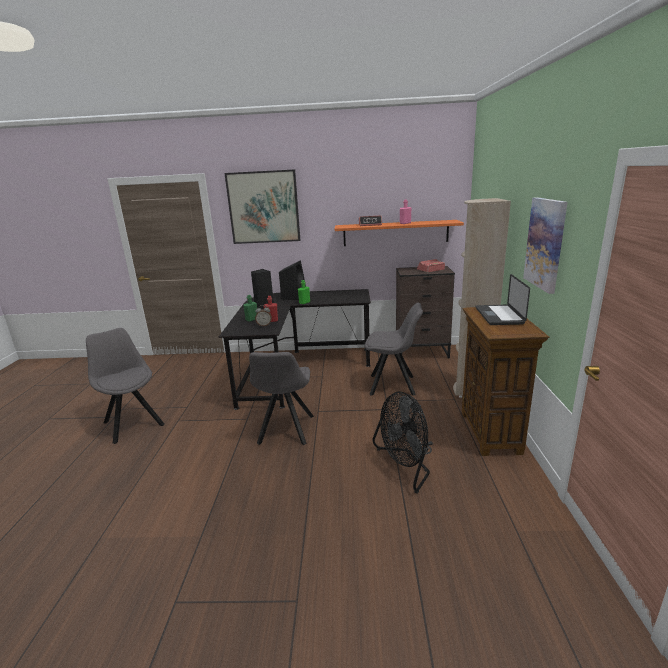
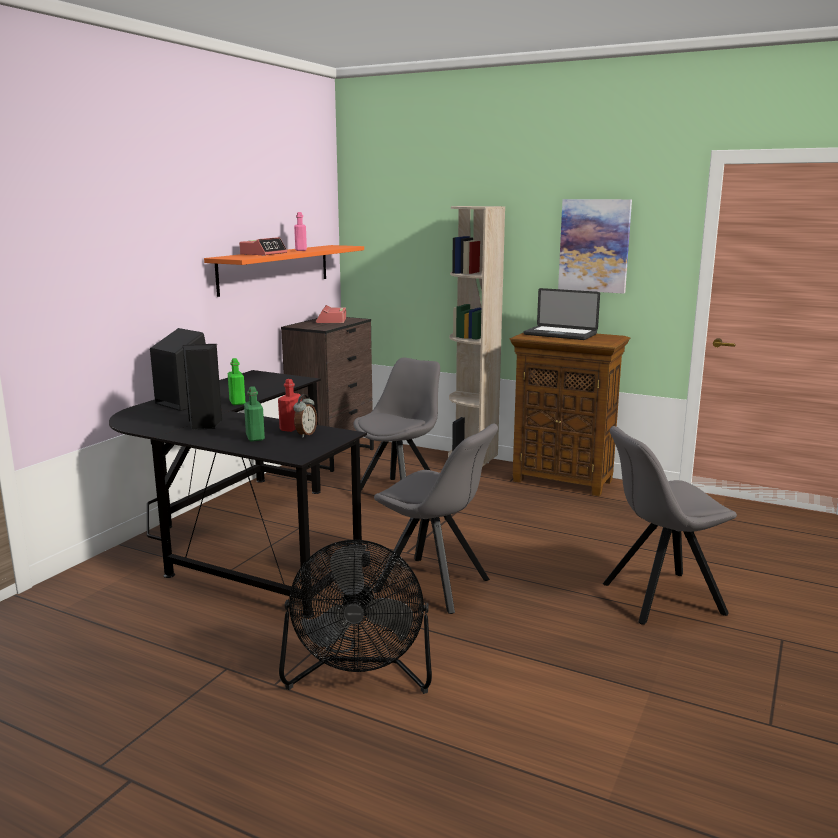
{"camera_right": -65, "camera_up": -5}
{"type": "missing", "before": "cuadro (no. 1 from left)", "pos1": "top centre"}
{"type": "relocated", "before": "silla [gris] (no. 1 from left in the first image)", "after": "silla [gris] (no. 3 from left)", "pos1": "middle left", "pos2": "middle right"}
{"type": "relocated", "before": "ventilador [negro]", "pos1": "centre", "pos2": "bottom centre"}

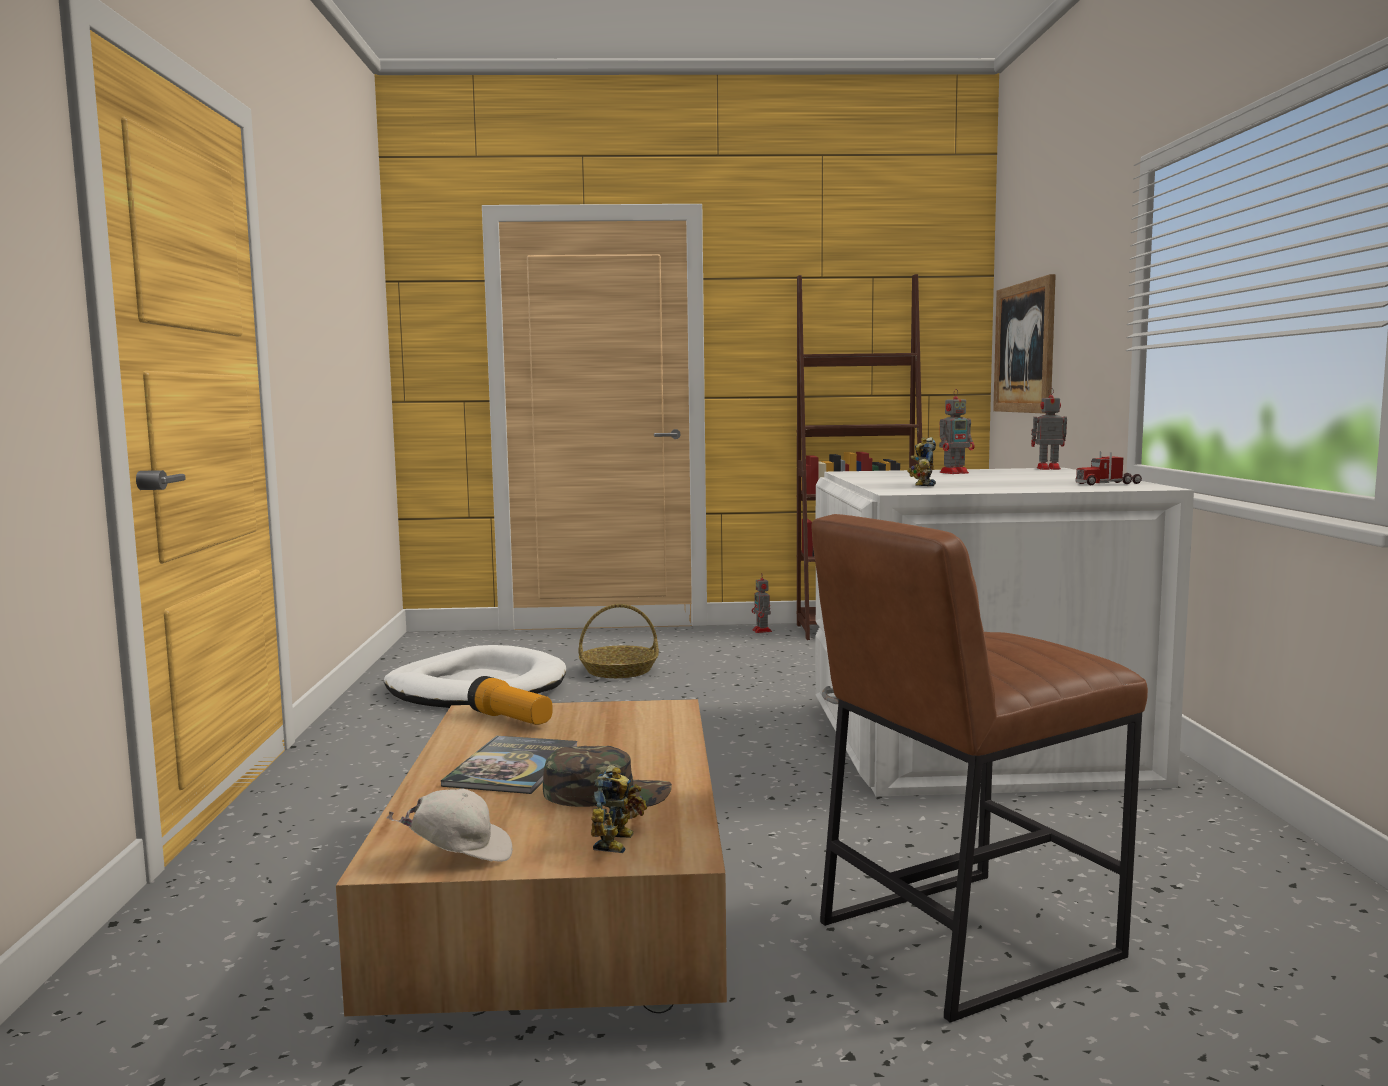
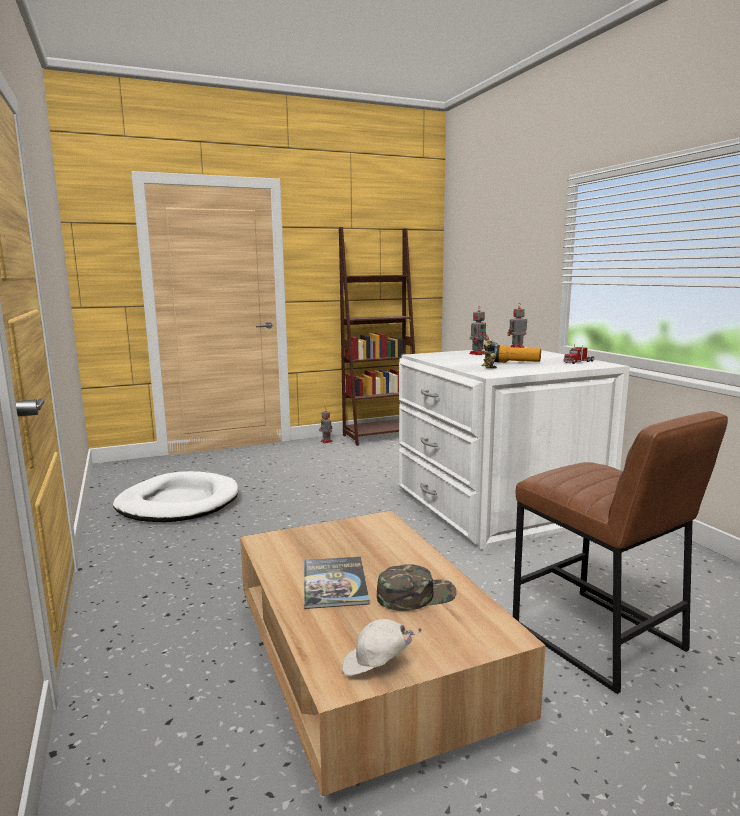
{"camera_right": -20, "camera_up": 5}
{"type": "missing", "before": "cesta", "pos1": "centre"}
{"type": "missing", "before": "robot de juguete (no. 1 from left)", "pos1": "bottom centre"}
{"type": "missing", "before": "cuadro", "pos1": "top right"}
{"type": "relocated", "before": "linterna", "pos1": "centre", "pos2": "middle right"}
{"type": "spun", "before": "gorra [blanco]", "pos1": "bottom left", "pos2": "bottom centre", "turn": -150}
{"type": "spun", "before": "silla [marrón]", "pos1": "bottom right", "pos2": "bottom right", "turn": -75}

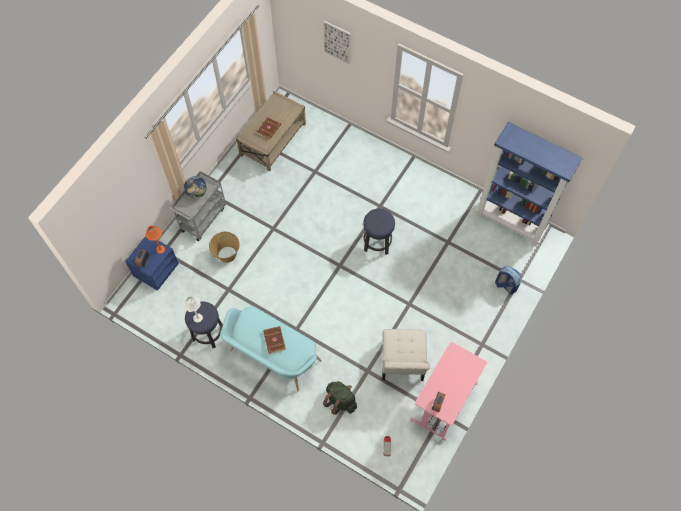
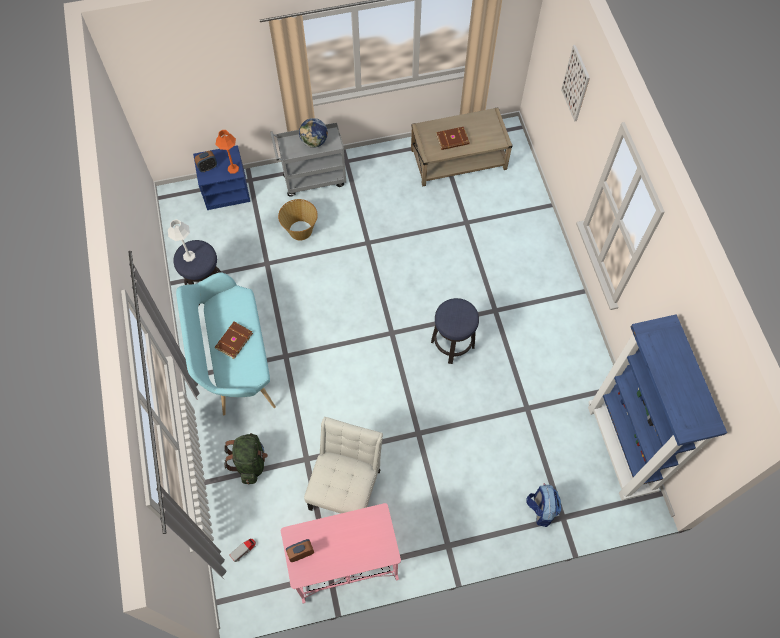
{"camera_right": 45, "camera_up": 0}
{"type": "spun", "before": "silla [blanco]", "pos1": "bottom centre", "pos2": "bottom centre", "turn": 150}

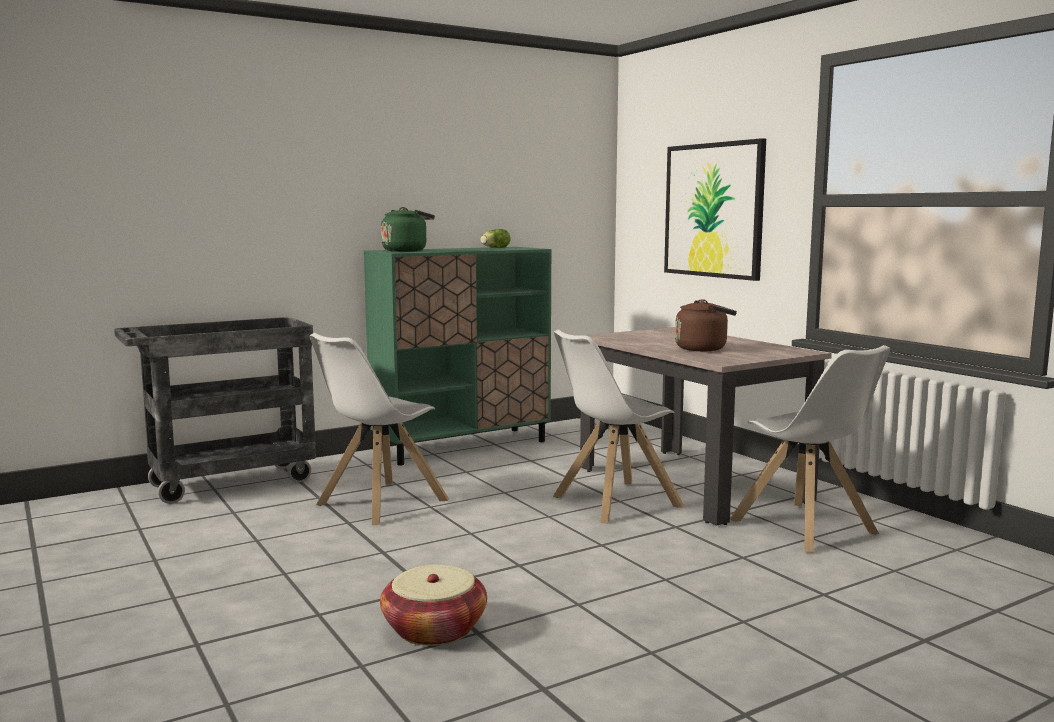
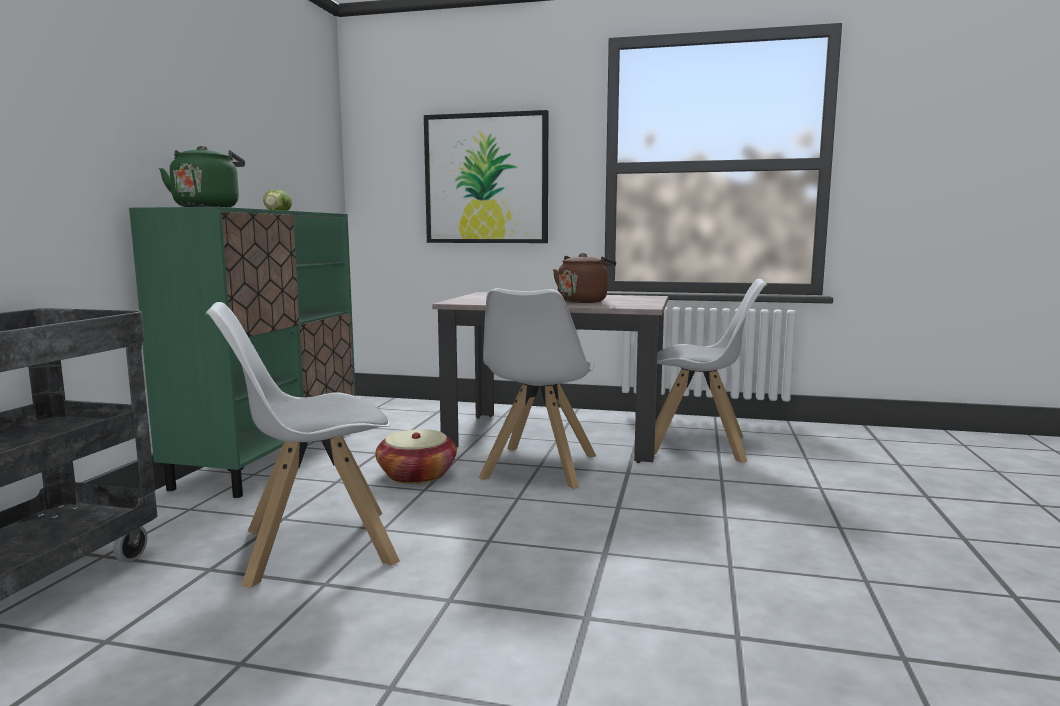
{"camera_right": -45, "camera_up": 0}
{"type": "relocated", "before": "cesta", "pos1": "bottom centre", "pos2": "centre"}
{"type": "spun", "before": "silla (no. 1 from left)", "pos1": "centre", "pos2": "middle left", "turn": 75}

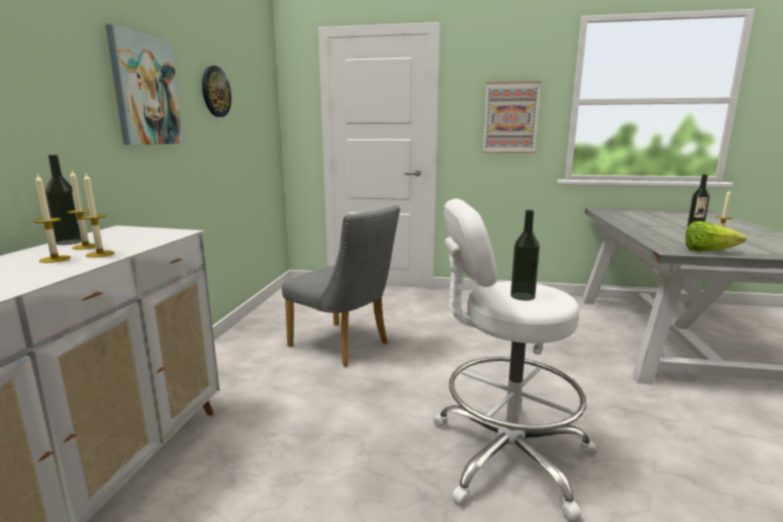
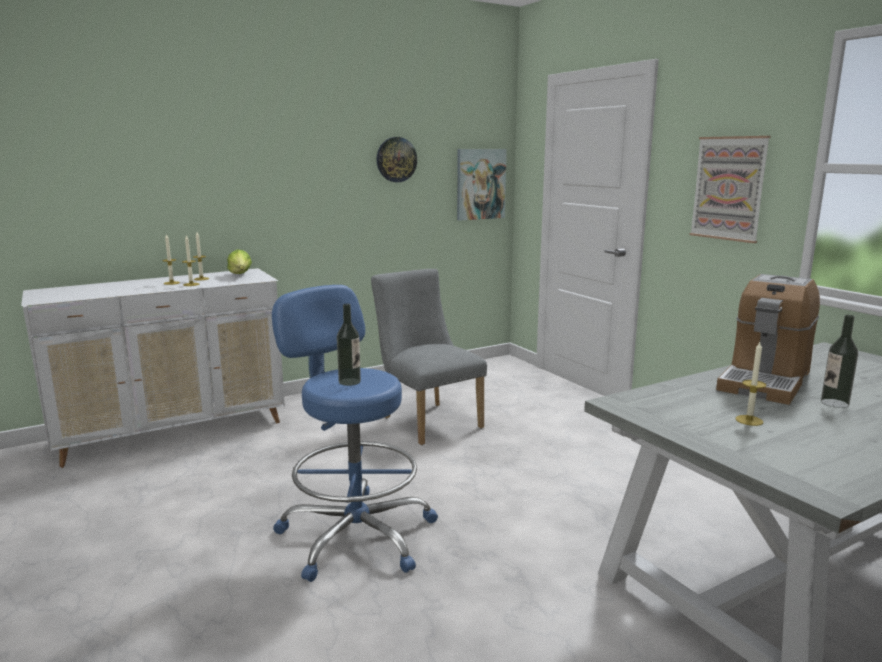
{"camera_right": 50, "camera_up": 0}
{"type": "missing", "before": "botella (no. 1 from left)", "pos1": "middle left"}
{"type": "appeared", "after": "cafetera", "pos2": "middle right"}
{"type": "relocated", "before": "cuadro (no. 1 from left)", "pos1": "top left", "pos2": "top centre"}
{"type": "relocated", "before": "lechuga", "pos1": "middle right", "pos2": "middle left"}
{"type": "colour", "before": "taburete [blanco]", "after": "taburete [azul]", "pos1": "bottom centre", "pos2": "centre"}
{"type": "spun", "before": "silla [gris]", "pos1": "centre", "pos2": "centre", "turn": 150}

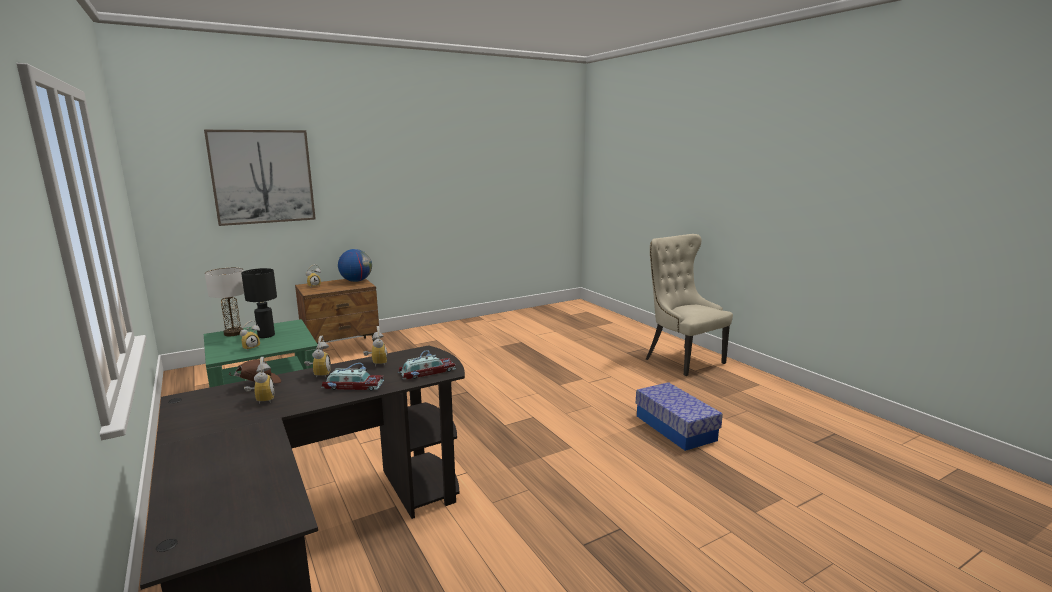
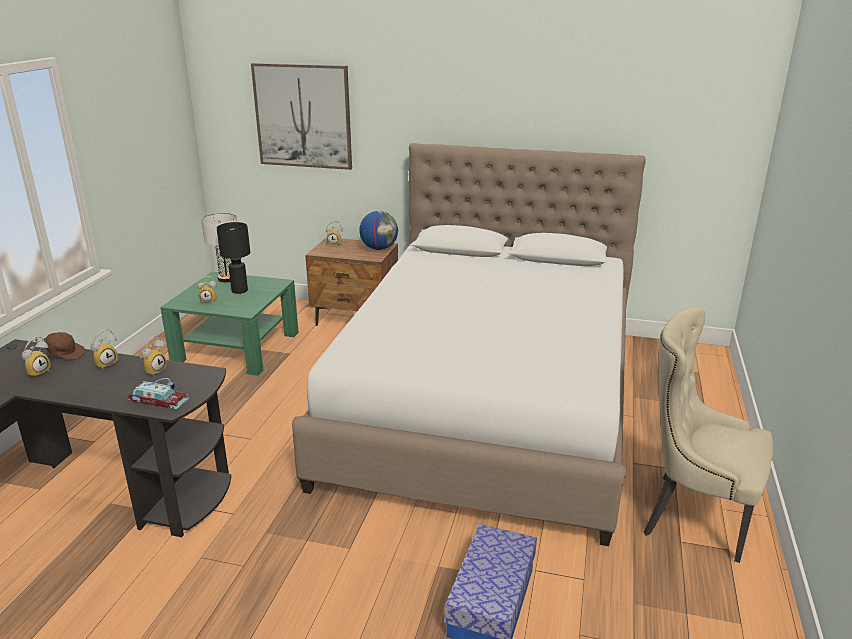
{"camera_right": 45, "camera_up": 10}
{"type": "missing", "before": "coche de juguete (no. 1 from left)", "pos1": "centre"}
{"type": "appeared", "after": "cama [blanco]", "pos2": "centre"}
{"type": "spun", "before": "silla [beis]", "pos1": "centre", "pos2": "bottom right", "turn": -75}

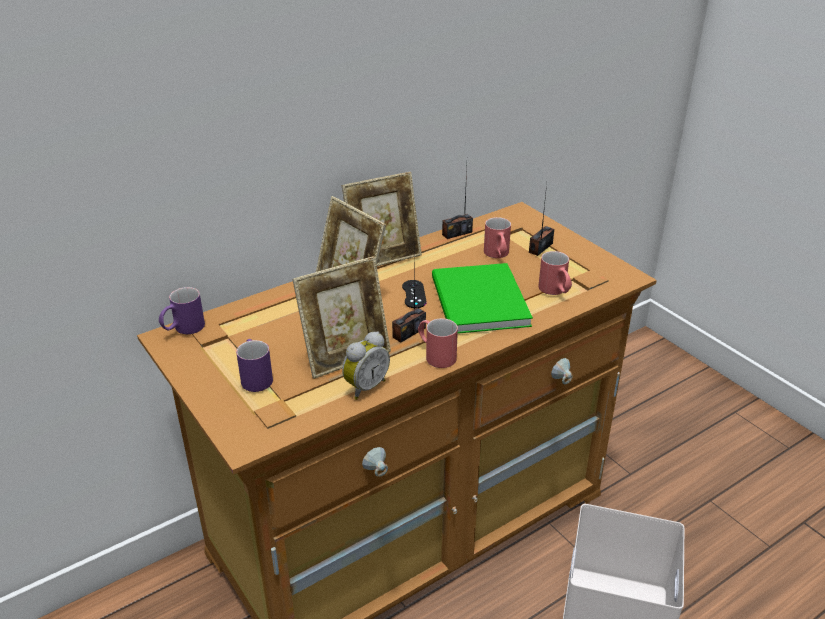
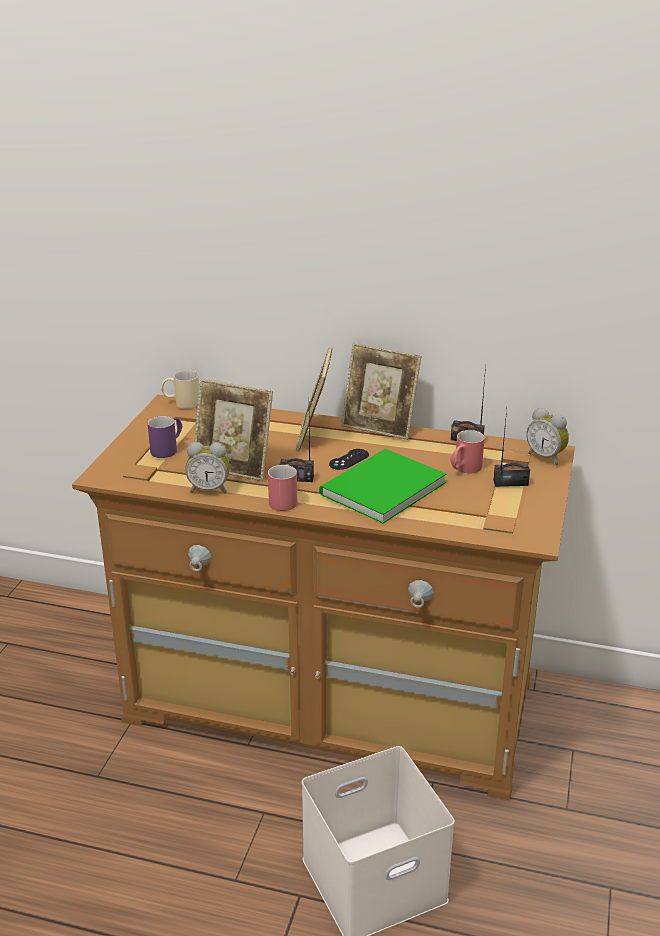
{"camera_right": 50, "camera_up": -5}
{"type": "missing", "before": "taza grande [rojo] (no. 3 from left)", "pos1": "middle right"}
{"type": "appeared", "after": "despertador (no. 2 from left)", "pos2": "middle right"}
{"type": "colour", "before": "taza grande [morado] (no. 1 from left)", "after": "taza grande [beis]", "pos1": "middle left", "pos2": "middle left"}

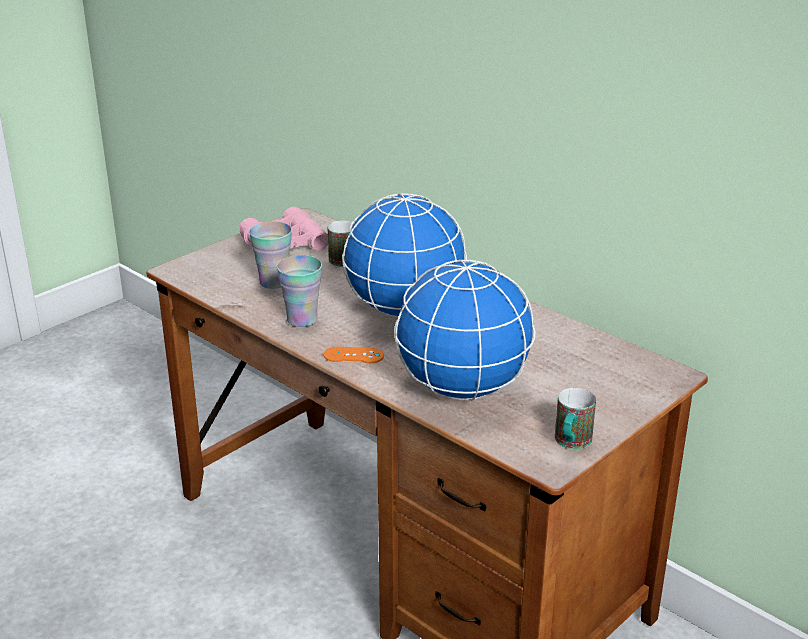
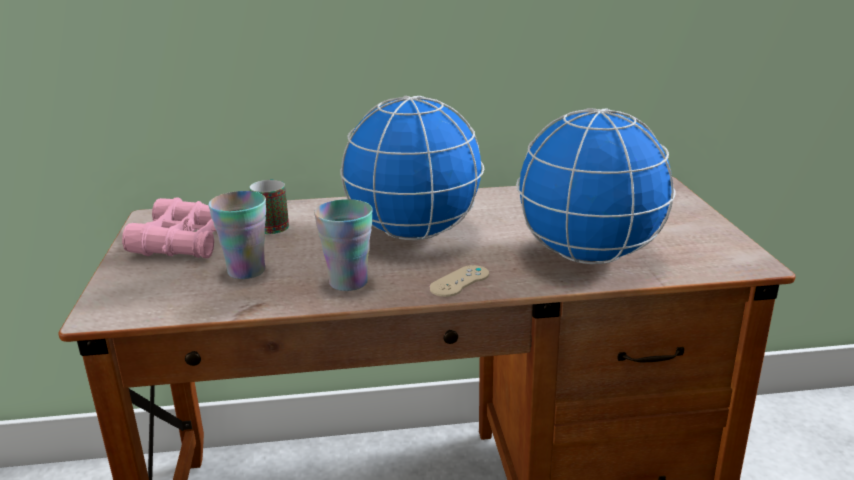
{"camera_right": -50, "camera_up": -5}
{"type": "missing", "before": "taza grande (no. 2 from left)", "pos1": "middle right"}
{"type": "colour", "before": "mando de consola [naranja]", "after": "mando de consola [beis]", "pos1": "centre", "pos2": "centre"}

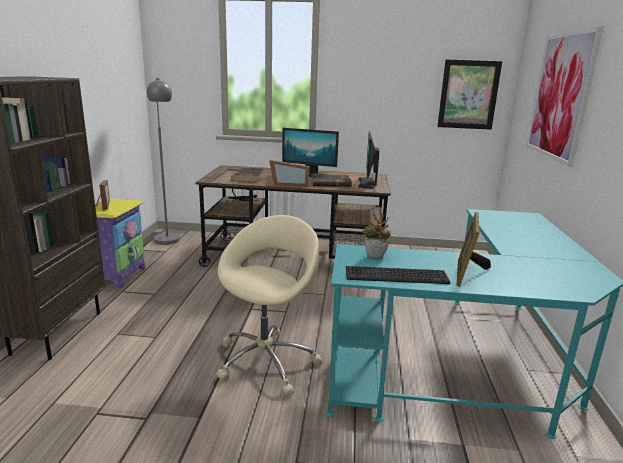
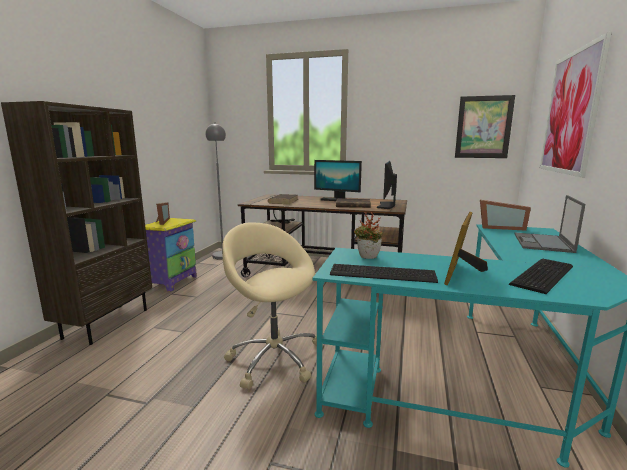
{"camera_right": 10, "camera_up": -5}
{"type": "appeared", "after": "teclado (no. 2 from left)", "pos2": "middle right"}
{"type": "appeared", "after": "portátil", "pos2": "middle right"}
{"type": "relocated", "before": "portarretratos (no. 2 from left in the first image)", "after": "portarretratos (no. 3 from left)", "pos1": "centre", "pos2": "middle right"}
{"type": "spun", "before": "silla de oficina [beis]", "pos1": "centre", "pos2": "centre", "turn": -105}

